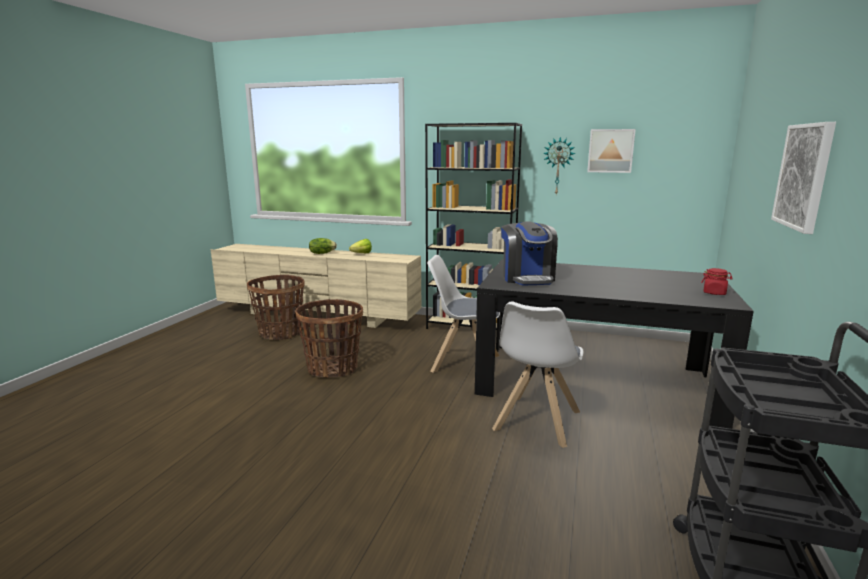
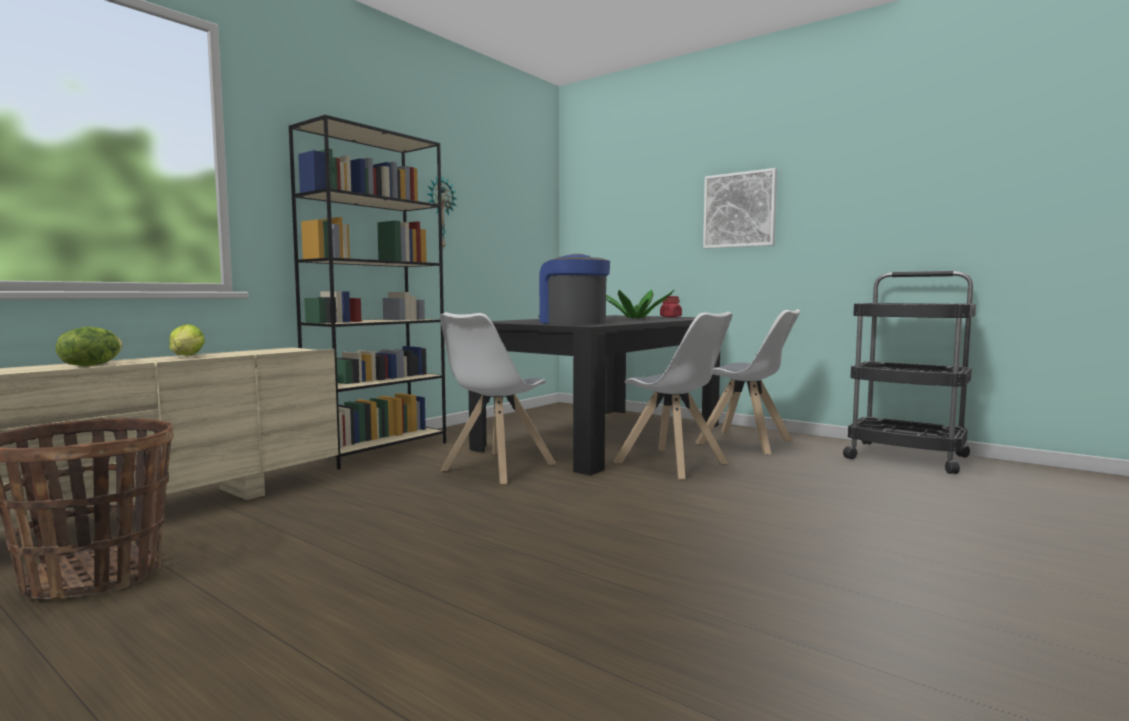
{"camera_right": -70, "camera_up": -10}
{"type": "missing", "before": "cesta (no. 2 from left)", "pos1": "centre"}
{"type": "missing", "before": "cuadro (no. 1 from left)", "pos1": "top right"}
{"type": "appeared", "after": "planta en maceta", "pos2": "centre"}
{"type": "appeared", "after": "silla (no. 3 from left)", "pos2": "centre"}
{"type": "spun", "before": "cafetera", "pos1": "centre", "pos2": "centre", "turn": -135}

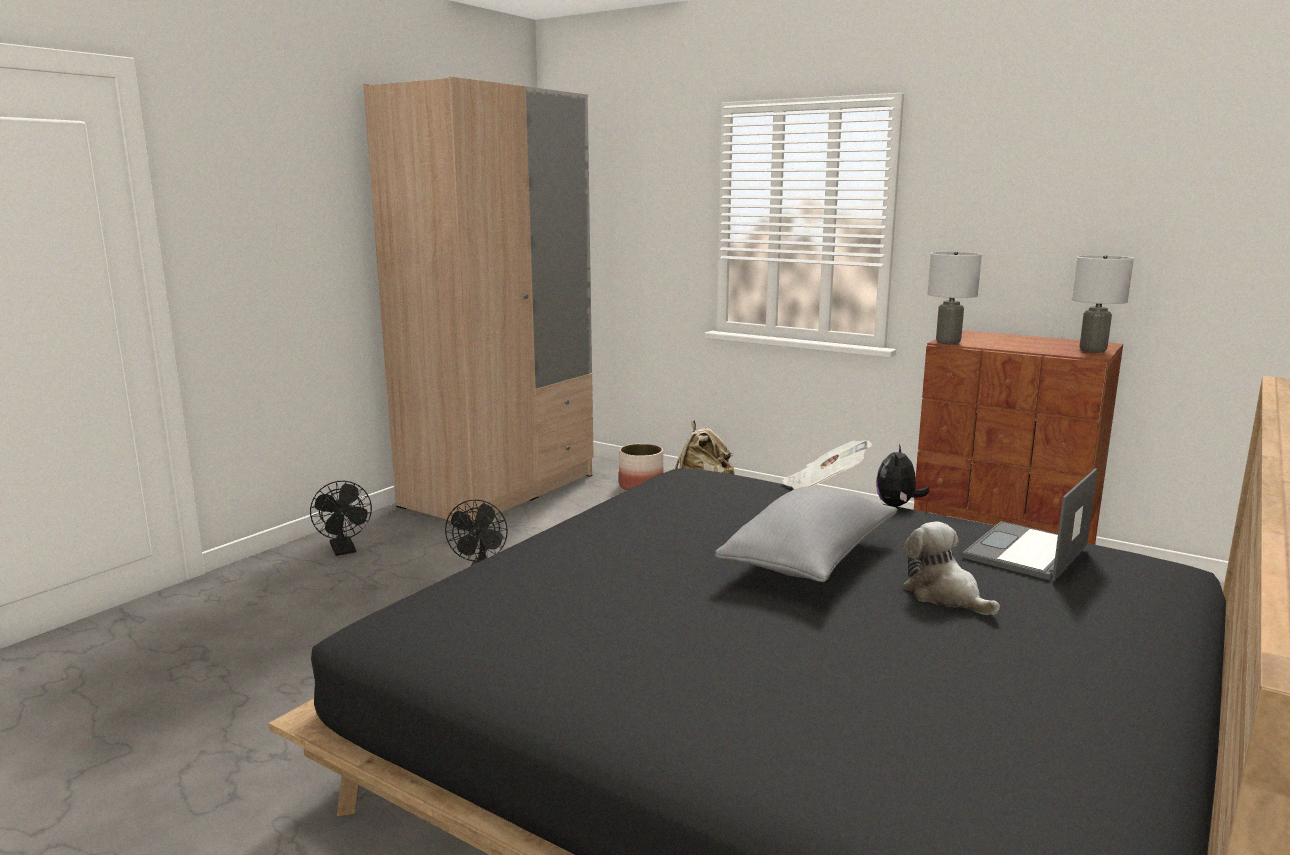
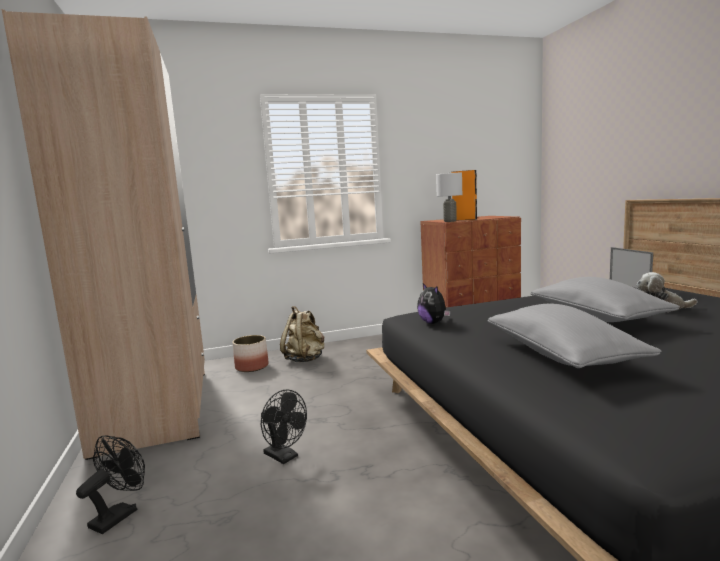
{"camera_right": -50, "camera_up": -5}
{"type": "missing", "before": "periódico", "pos1": "centre"}
{"type": "missing", "before": "lámpara de mesa [blanco] (no. 2 from left)", "pos1": "middle right"}
{"type": "appeared", "after": "altavoz [naranja]", "pos2": "centre"}
{"type": "appeared", "after": "cojín [gris] (no. 1 from left)", "pos2": "middle right"}
{"type": "relocated", "before": "peluche (no. 1 from left)", "pos1": "middle right", "pos2": "centre"}
{"type": "spun", "before": "ventilador [negro] (no. 1 from left)", "pos1": "middle left", "pos2": "bottom left", "turn": -75}

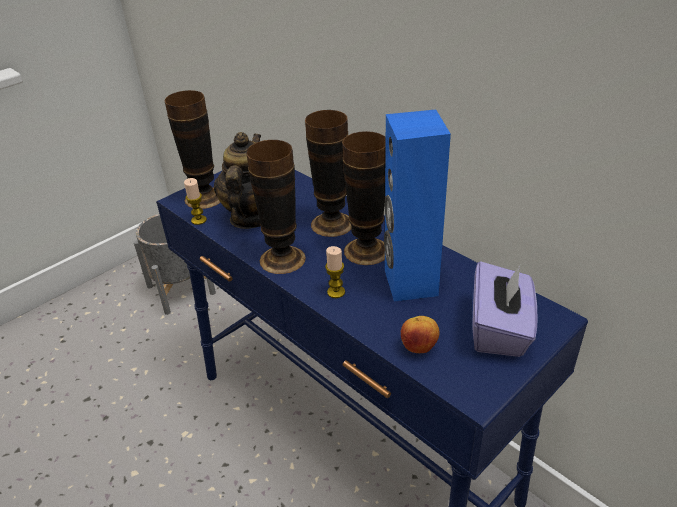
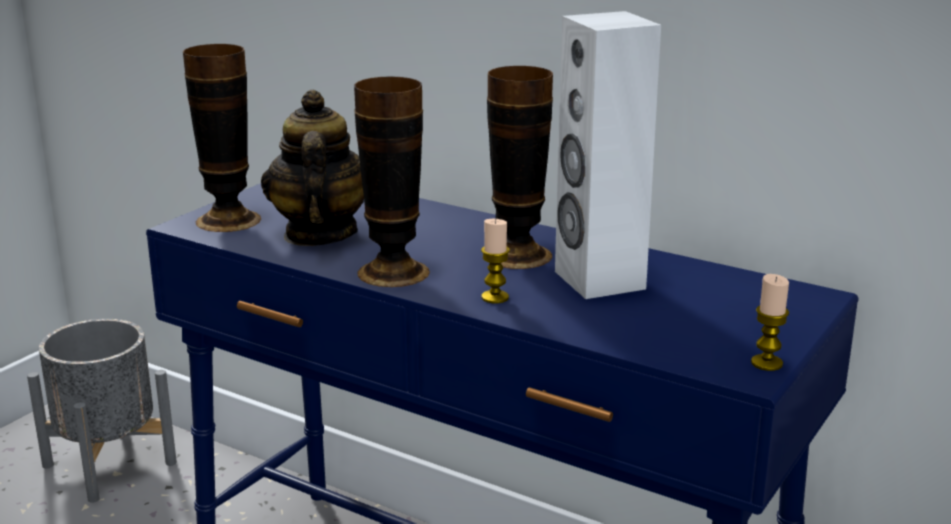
{"camera_right": -15, "camera_up": -15}
{"type": "missing", "before": "florero (no. 3 from left)", "pos1": "centre"}
{"type": "missing", "before": "manzana", "pos1": "centre"}
{"type": "missing", "before": "caja de pañuelos [morado]", "pos1": "middle right"}
{"type": "relocated", "before": "vela (no. 1 from left in the first image)", "after": "vela (no. 2 from left)", "pos1": "middle left", "pos2": "middle right"}
{"type": "colour", "before": "altavoz [azul]", "after": "altavoz [blanco]", "pos1": "centre", "pos2": "top centre"}

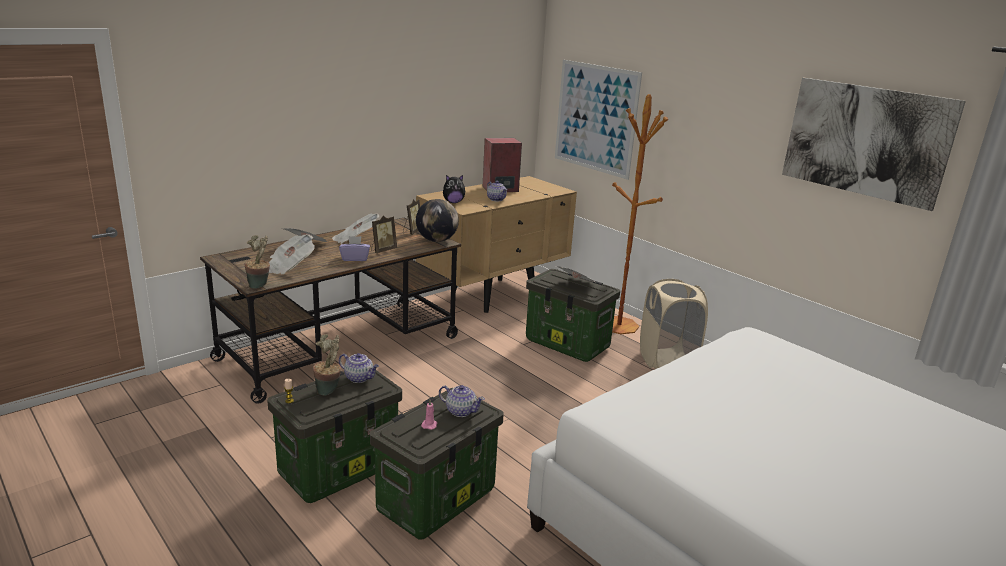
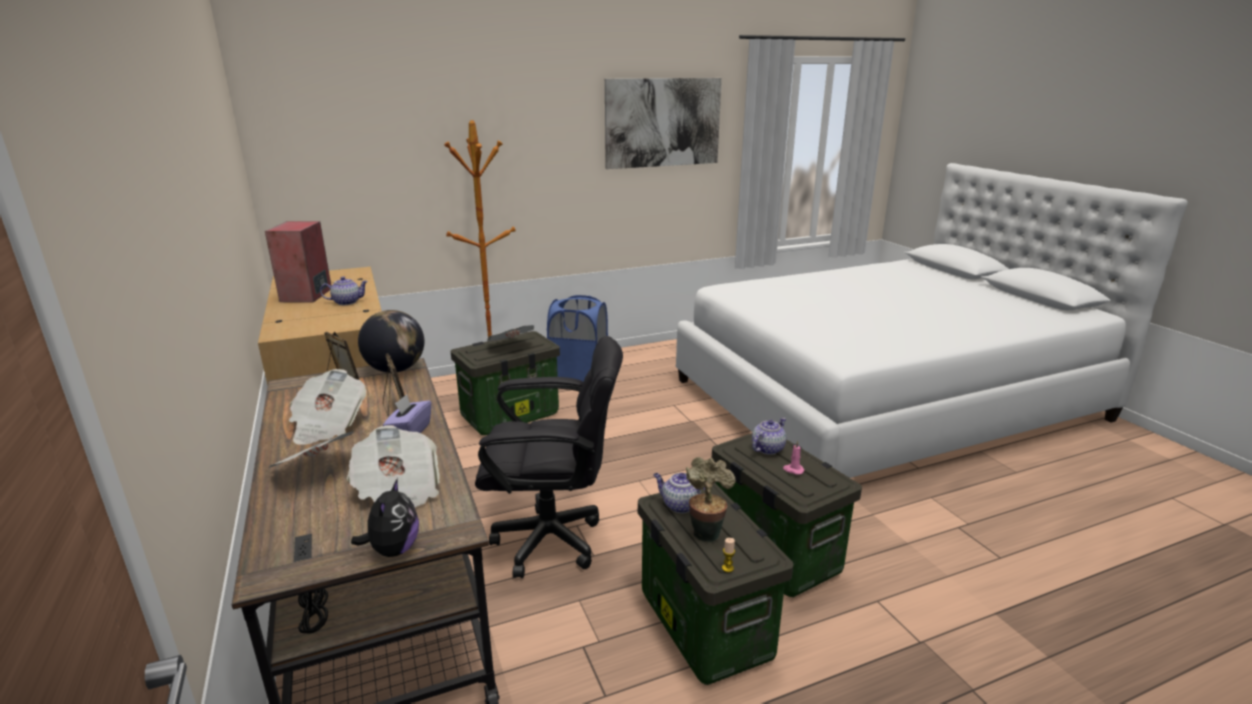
{"camera_right": -70, "camera_up": 0}
{"type": "missing", "before": "planta en maceta (no. 1 from left)", "pos1": "middle left"}
{"type": "missing", "before": "cuadro (no. 1 from left)", "pos1": "top centre"}
{"type": "appeared", "after": "silla de oficina [negro]", "pos2": "centre"}
{"type": "relocated", "before": "peluche", "pos1": "centre", "pos2": "bottom left"}
{"type": "colour", "before": "cesto de la ropa [beis]", "after": "cesto de la ropa [azul]", "pos1": "middle right", "pos2": "centre"}
{"type": "spun", "before": "tetera (no. 1 from left in the first image)", "pos1": "centre", "pos2": "bottom centre", "turn": -105}

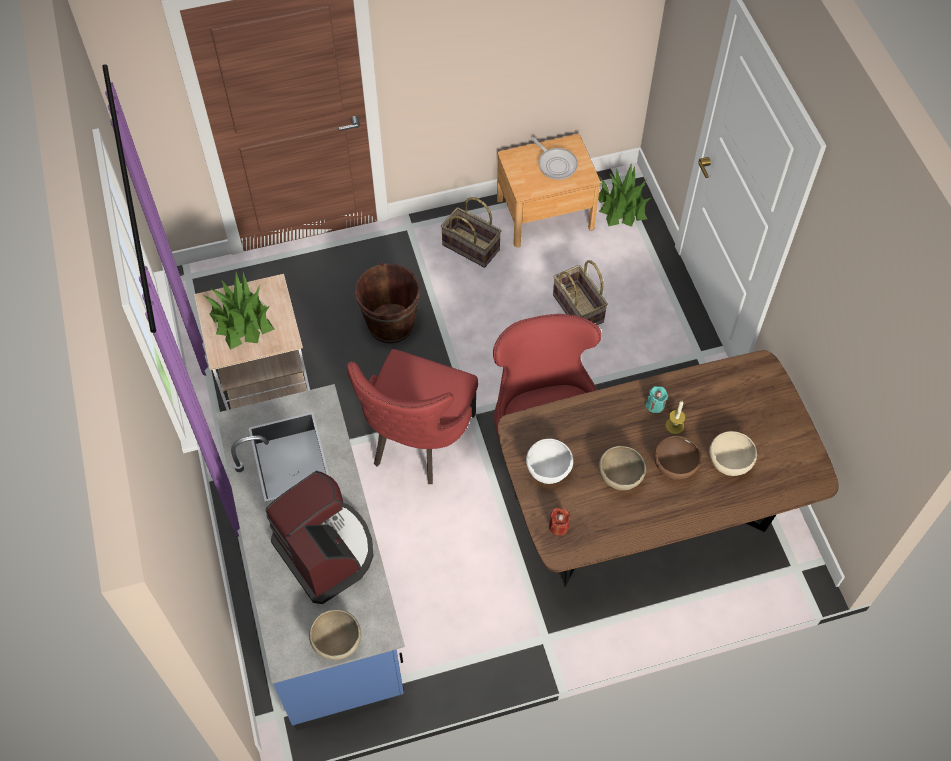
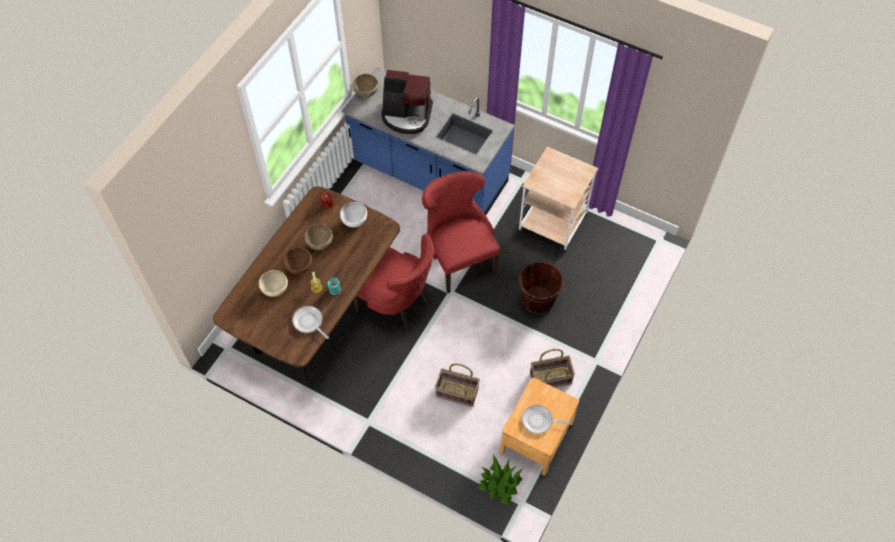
{"camera_right": 135, "camera_up": 0}
{"type": "missing", "before": "planta en maceta (no. 1 from left)", "pos1": "middle left"}
{"type": "appeared", "after": "sartén (no. 1 from left)", "pos2": "centre"}

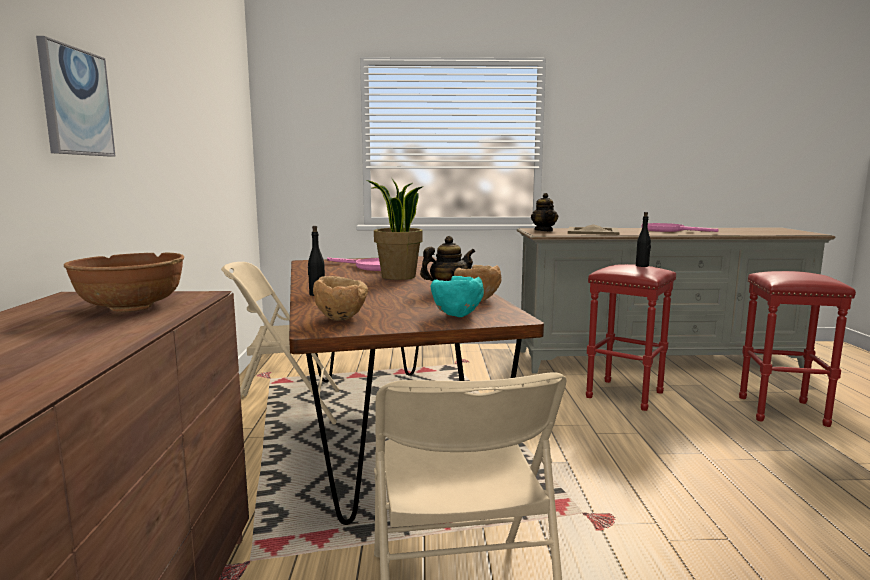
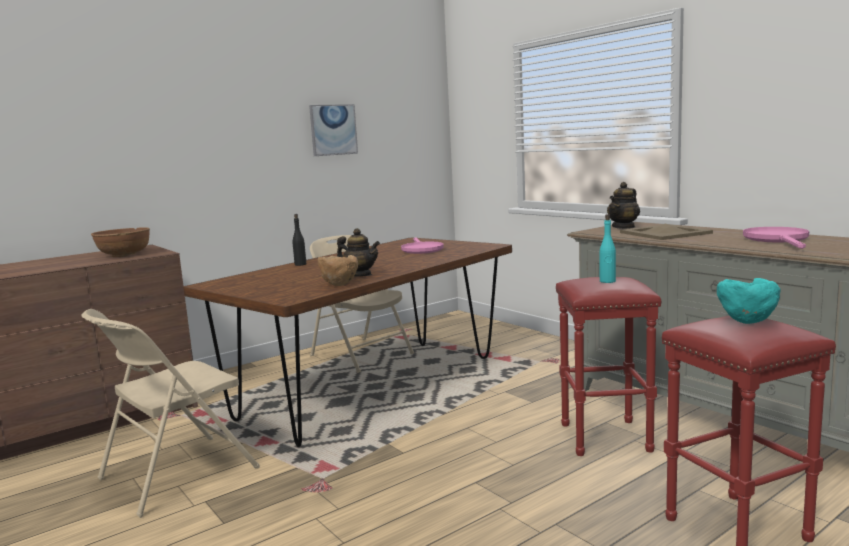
{"camera_right": 55, "camera_up": 0}
{"type": "missing", "before": "cuenco [marrón] (no. 2 from left)", "pos1": "centre"}
{"type": "missing", "before": "planta en maceta", "pos1": "centre"}
{"type": "relocated", "before": "cuadro", "pos1": "top left", "pos2": "top centre"}
{"type": "relocated", "before": "cuenco [turquesa]", "pos1": "centre", "pos2": "middle right"}
{"type": "colour", "before": "botella [negro] (no. 2 from left)", "after": "botella [turquesa]", "pos1": "middle right", "pos2": "middle right"}

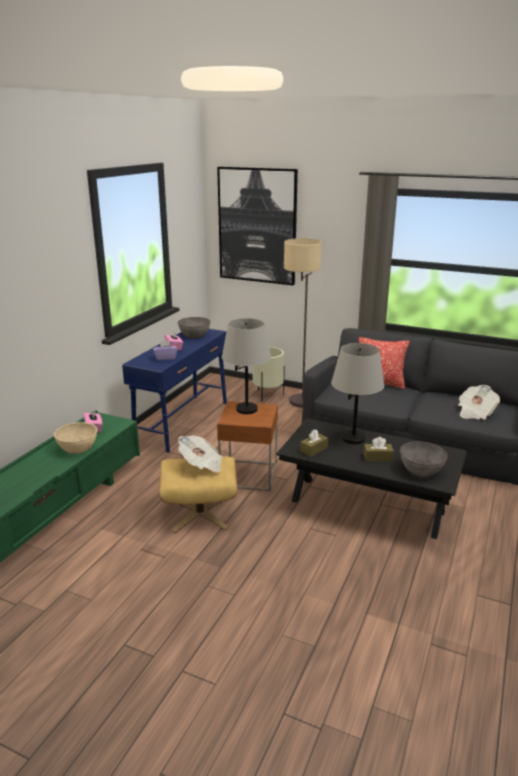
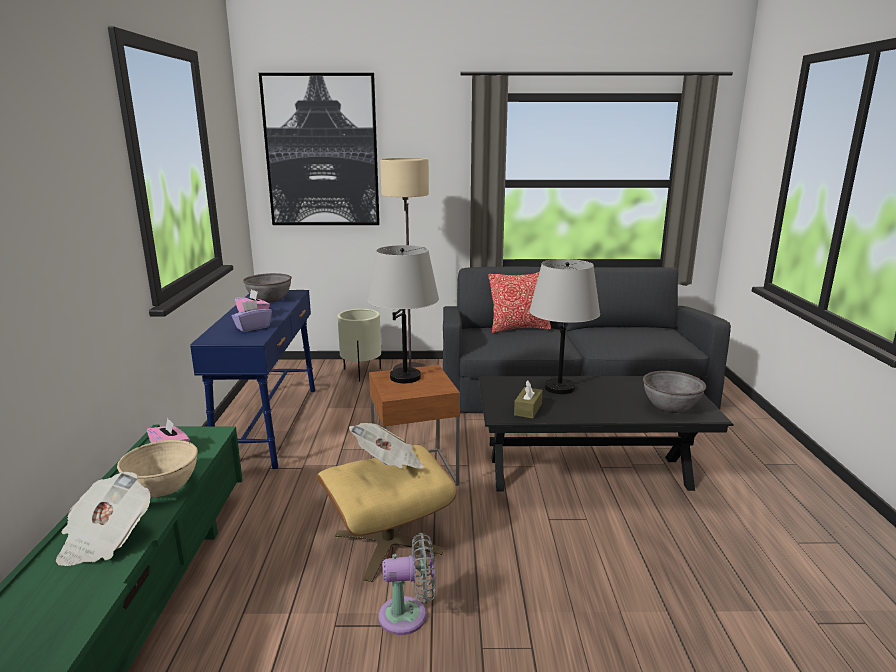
{"camera_right": -25, "camera_up": -5}
{"type": "missing", "before": "caja de pañuelos [marrón] (no. 2 from left)", "pos1": "middle right"}
{"type": "appeared", "after": "ventilador [gris]", "pos2": "bottom centre"}
{"type": "relocated", "before": "periódico (no. 2 from left in the first image)", "after": "periódico (no. 1 from left)", "pos1": "middle right", "pos2": "bottom left"}

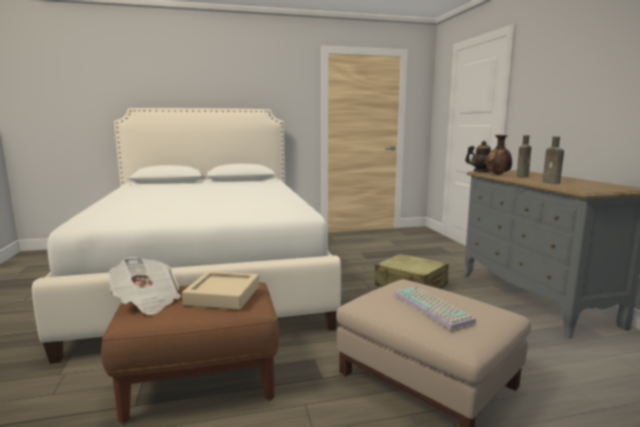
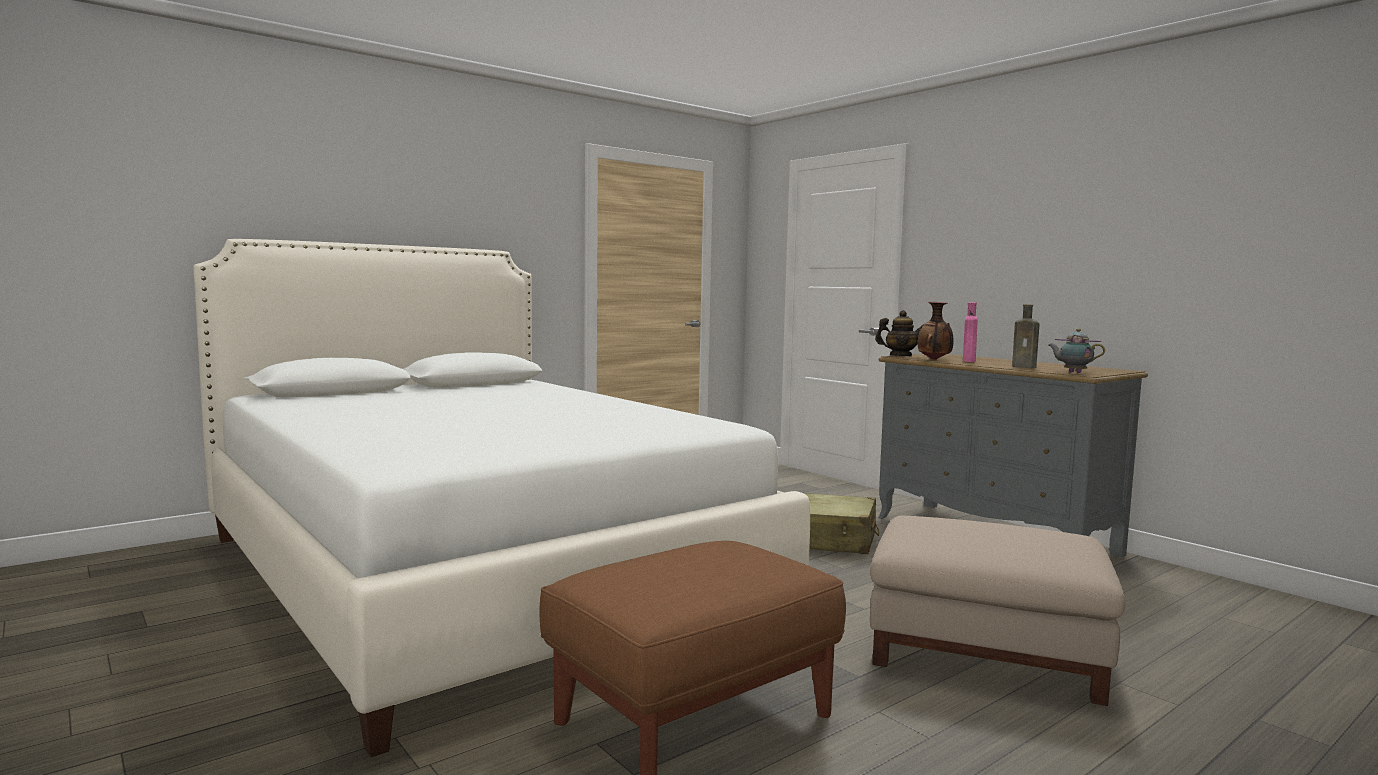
{"camera_right": -25, "camera_up": -5}
{"type": "missing", "before": "periódico", "pos1": "bottom left"}
{"type": "missing", "before": "bandeja [beis]", "pos1": "bottom centre"}
{"type": "missing", "before": "teclado", "pos1": "bottom right"}
{"type": "appeared", "after": "tetera (no. 2 from left)", "pos2": "middle right"}
{"type": "colour", "before": "botella [marrón] (no. 1 from left)", "after": "botella [rosa]", "pos1": "middle right", "pos2": "middle right"}

